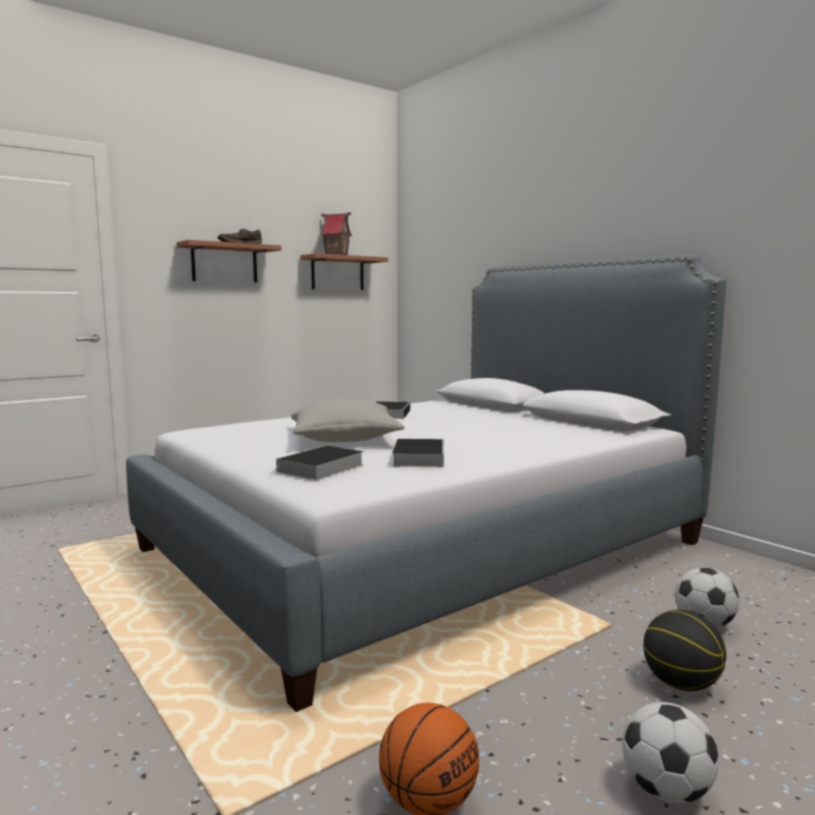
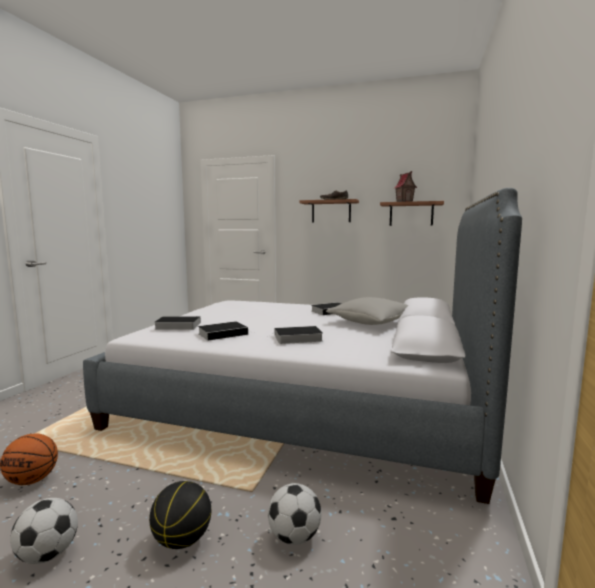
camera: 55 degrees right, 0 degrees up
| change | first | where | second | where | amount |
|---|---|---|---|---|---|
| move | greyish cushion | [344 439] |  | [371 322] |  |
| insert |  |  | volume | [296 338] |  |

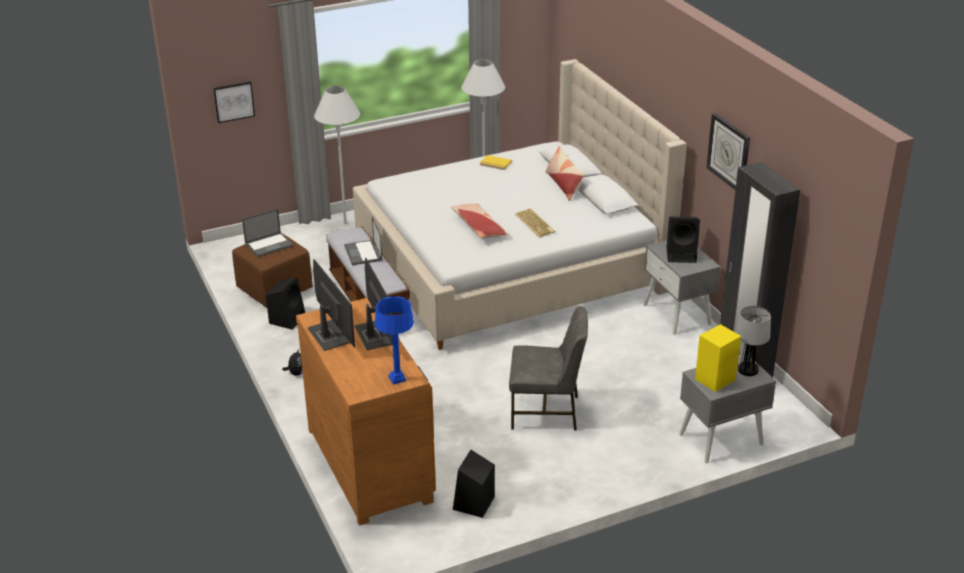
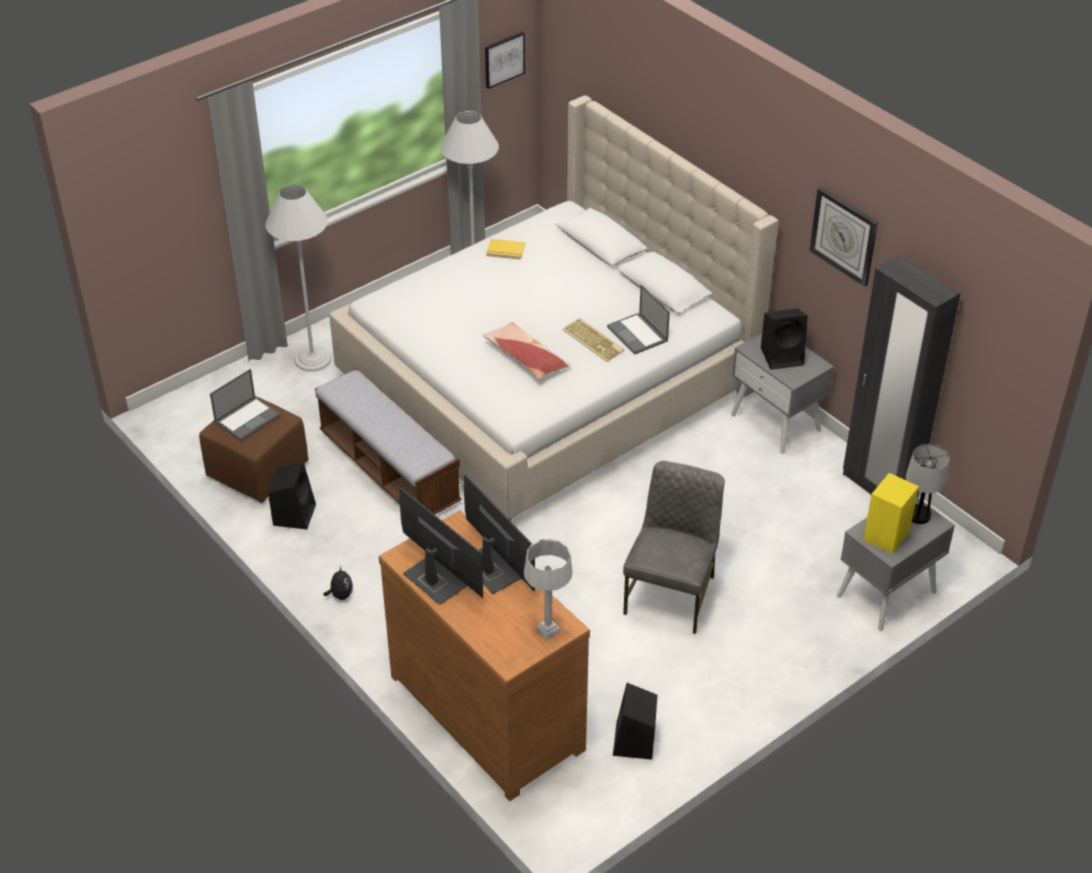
camera: 15 degrees left, 10 degrees up
| change | first | where | second | where | amount |
|---|---|---|---|---|---|
| move | picture | [233 101] |  | [503 59] |  |
| move | notebook computer | [363 253] |  | [638 334] |  |
| recolor | bluish table lamp | [397 378] | greyish table lamp | [548 629] |  |
| rotate | greyish chair | [546 412] |  | [672 594] | 60 degrees counterclockwise |
| delete | cushion | [564 185] |  |  |  |

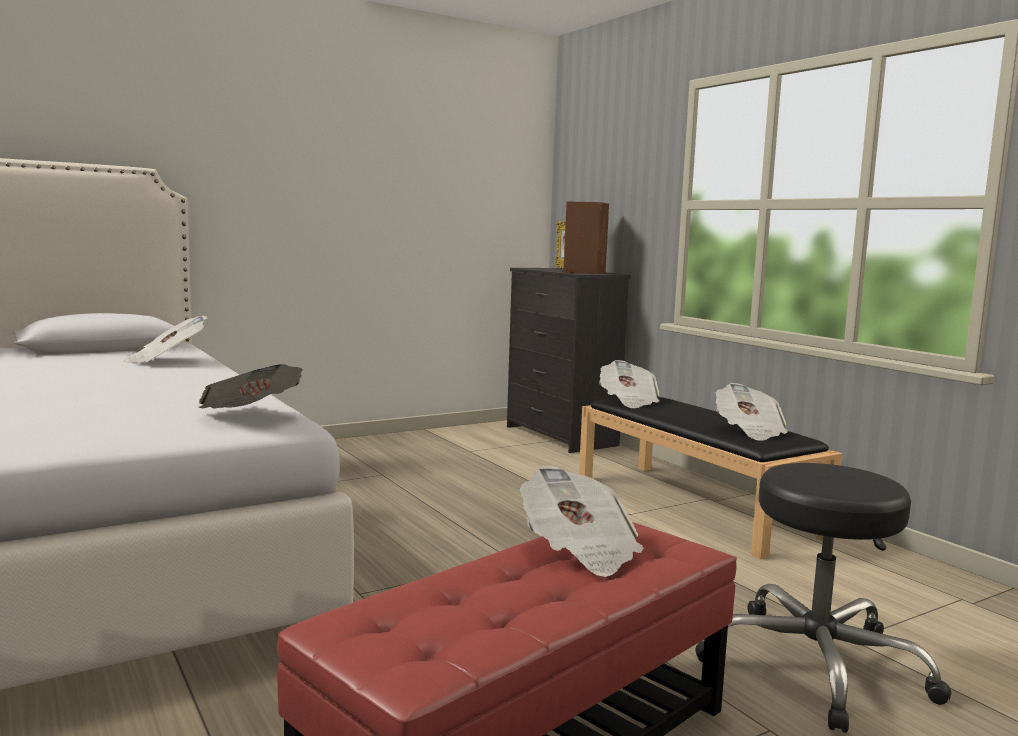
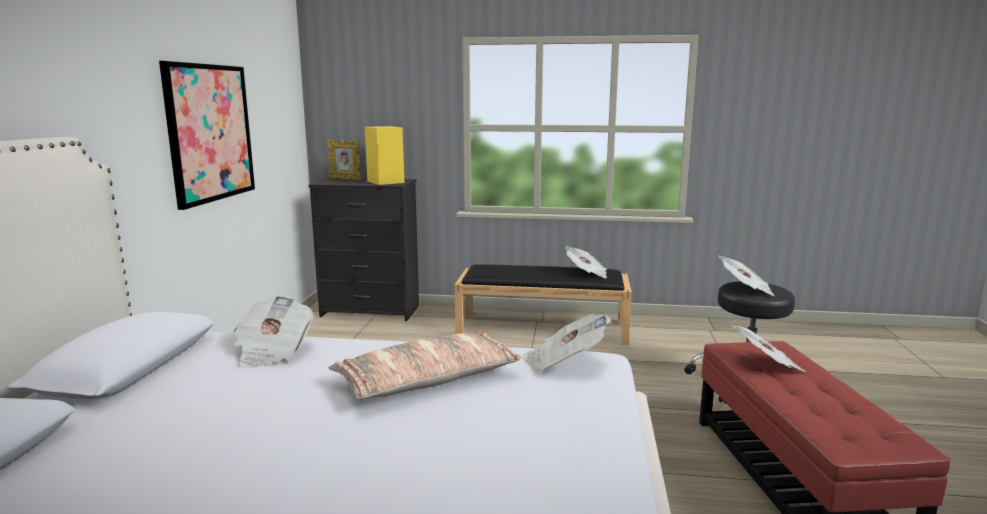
camera: 50 degrees left, 5 degrees up
| change | first | where | second | where | amount |
|---|---|---|---|---|---|
| recolor | brown loudspeaker | [585 272] | yellowish loudspeaker | [385 182] |  |
| move | newspaper | [628 401] |  | [745 290] |  |
| insert |  |  | picture | [210 133] |  |
| insert |  |  | cushion | [428 381] |  |

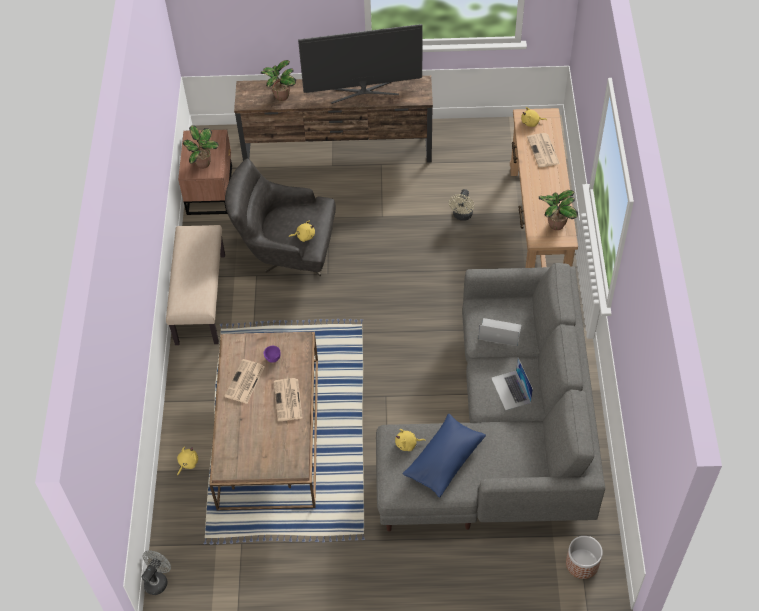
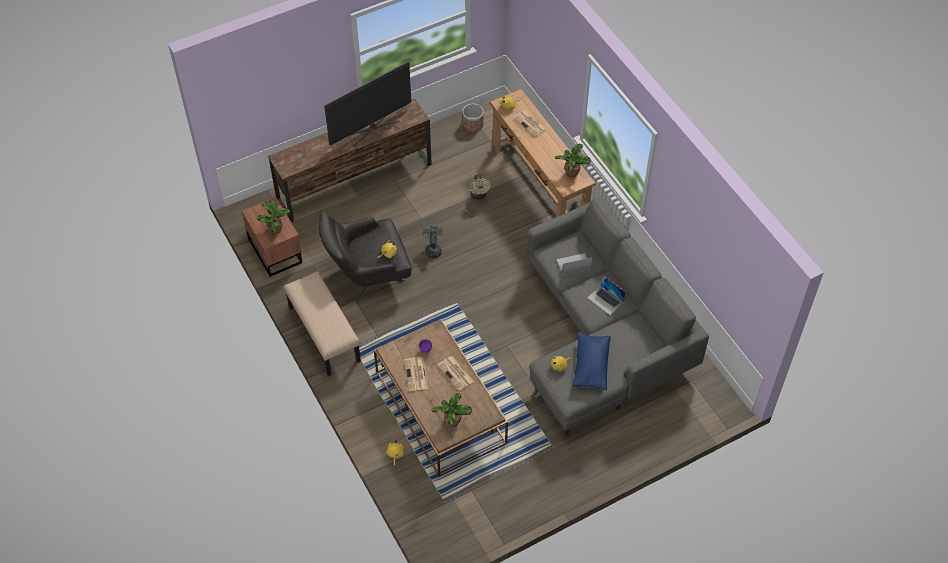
camera: 30 degrees left, 0 degrees up
| change | first | where | second | where | amount |
|---|---|---|---|---|---|
| move | greyish fan | [157 580] |  | [433 249] |  |
| move | houseplant | [280 96] |  | [452 422] |  |
| move | flower pot | [582 564] |  | [473 124] |  |

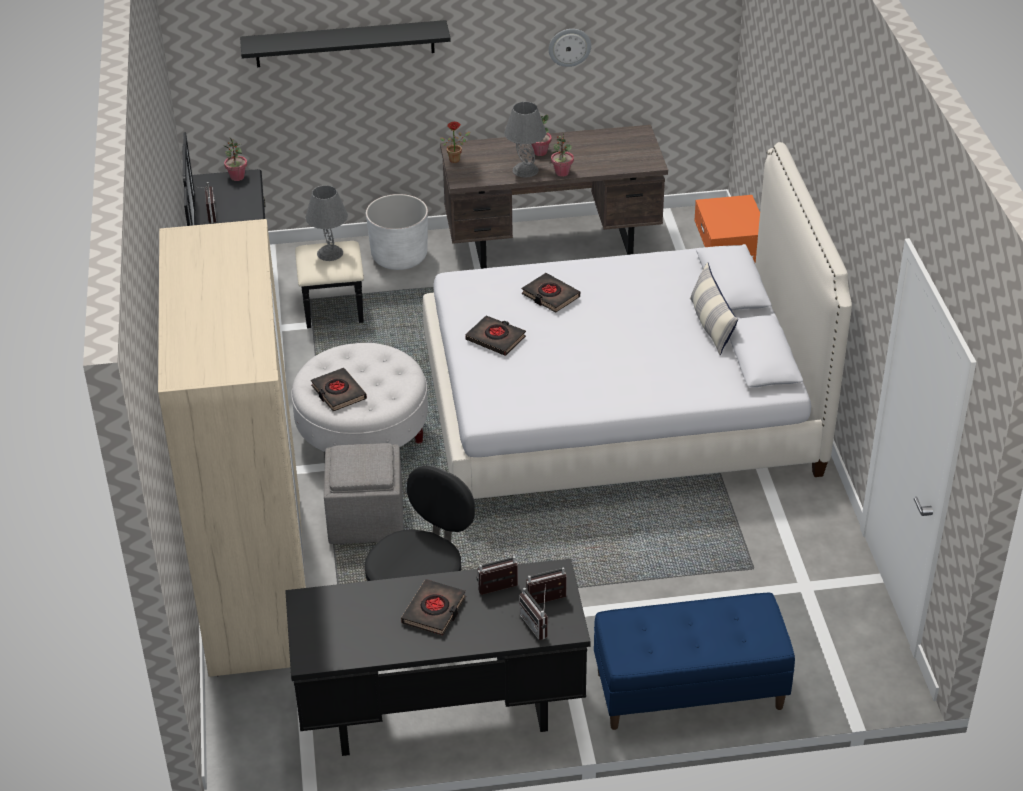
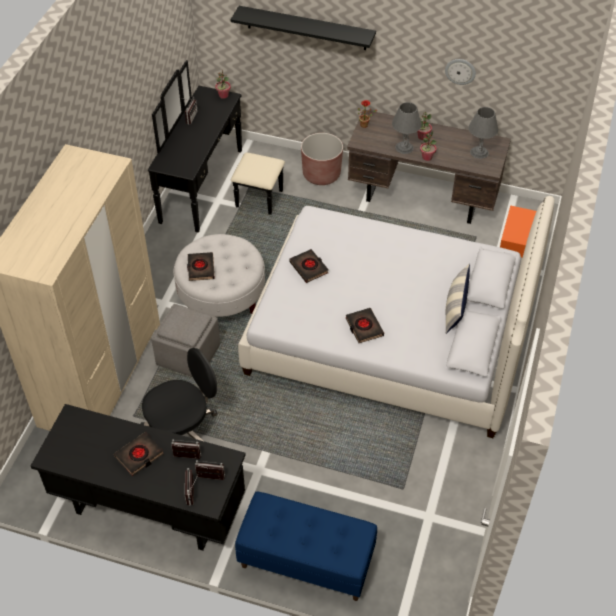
camera: 25 degrees right, 10 degrees up
| change | first | where | second | where | amount |
|---|---|---|---|---|---|
| move | greyish table lamp | [330 253] |  | [479 152] |  |
| recolor | white flower pot | [399 257] | brown flower pot | [321 174] |  |
| move | black volume | [550 296] |  | [364 327] |  |

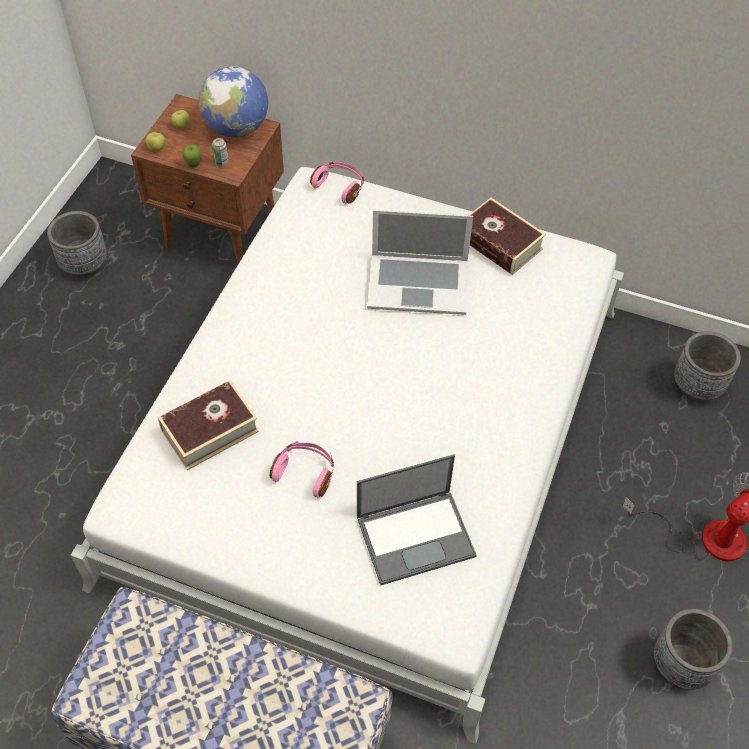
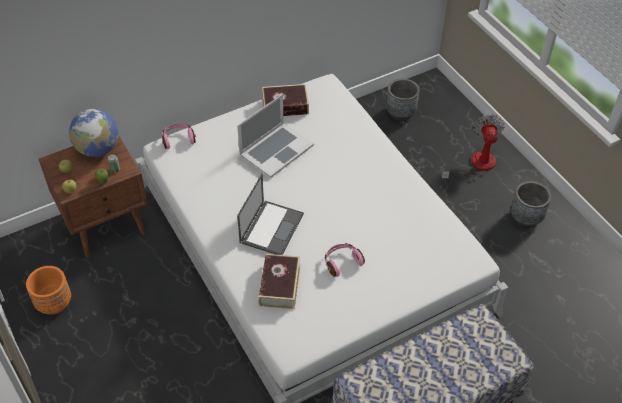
camera: 50 degrees left, 5 degrees down
| change | first | where | second | where | amount |
|---|---|---|---|---|---|
| recolor | greyish flower pot | [84 265] | orange flower pot | [54 303] |  |
| move | notebook computer | [416 535] |  | [271 227] |  |

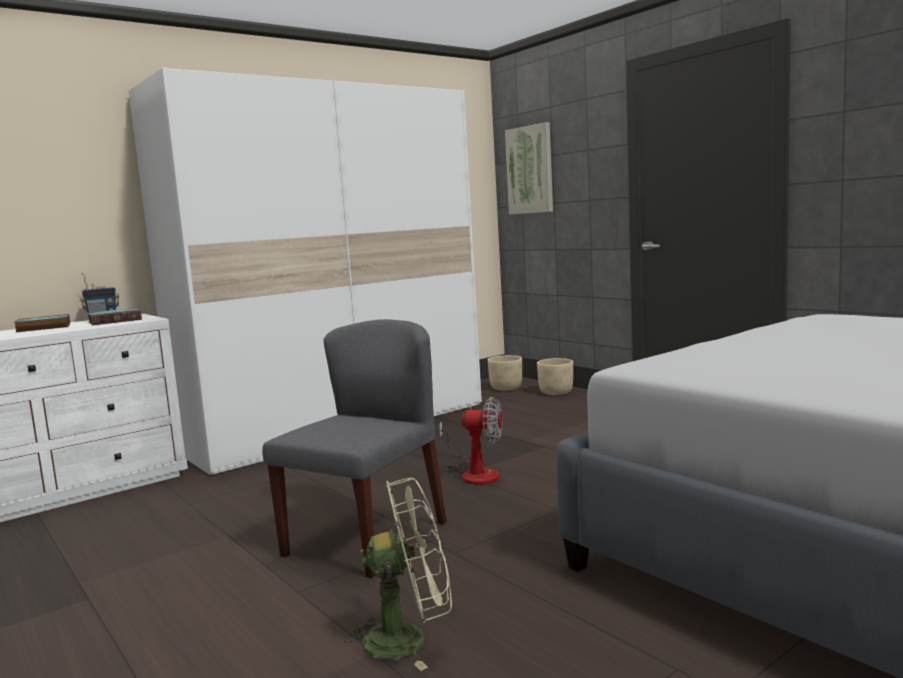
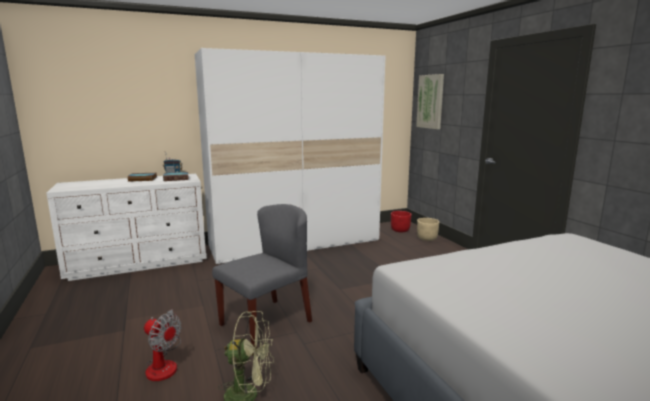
camera: 15 degrees right, 5 degrees up
| change | first | where | second | where | amount |
|---|---|---|---|---|---|
| move | fan | [474 474] |  | [164 364] |  |
| recolor | beige flower pot | [506 388] | red-coloured flower pot | [400 230] |  |

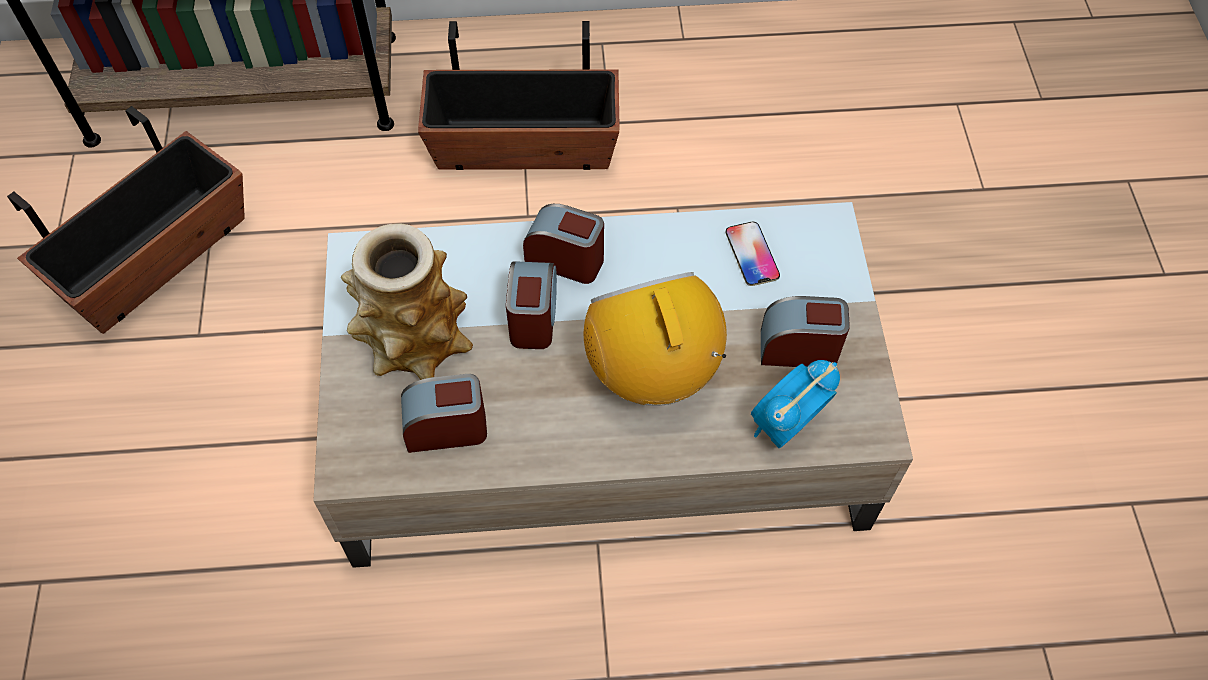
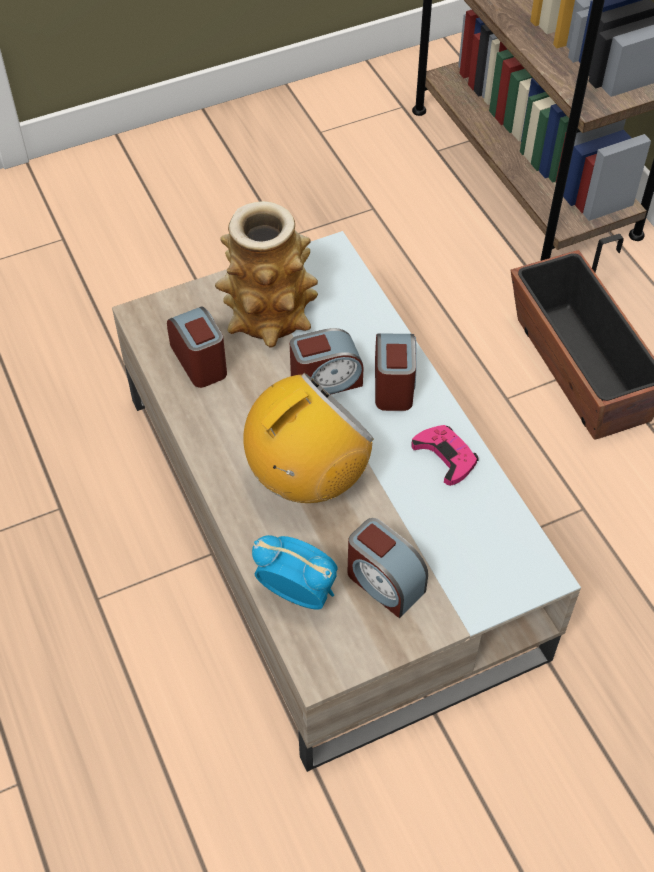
camera: 70 degrees right, 5 degrees down
| change | first | where | second | where | amount |
|---|---|---|---|---|---|
| delete | flower pot | [156 259] |  |  |  |
| delete | telephone | [752 254] |  |  |  |
| rotate | bedside clock | [798 348] |  | [384 582] | 150 degrees clockwise |
| insert |  |  | pink-coloured gamepad | [445 456] |  |

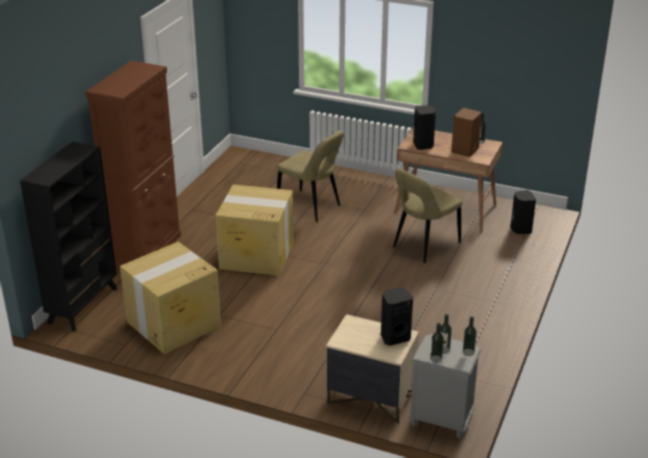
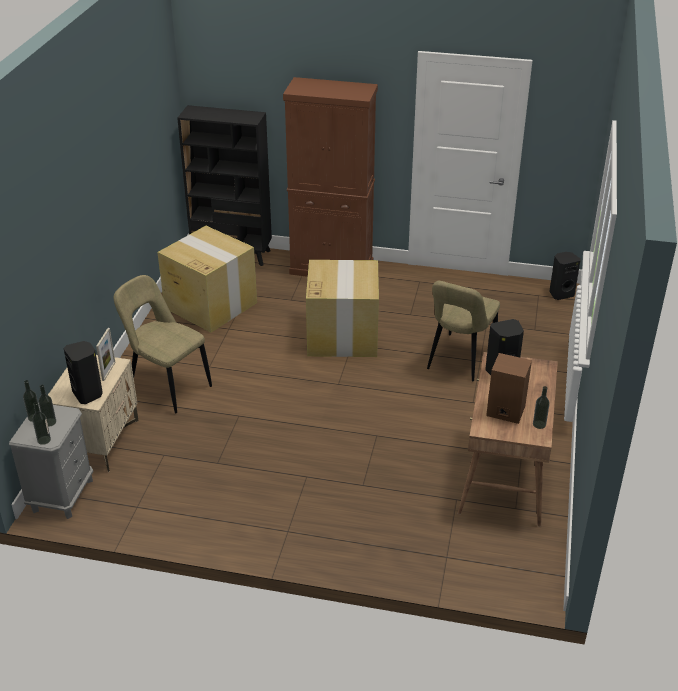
camera: 80 degrees right, 5 degrees up
| change | first | where | second | where | amount |
|---|---|---|---|---|---|
| move | beige chair | [424 246] |  | [167 386] |  |
| move | black loudspeaker | [520 229] |  | [561 294] |  |
| insert |  |  | picture frame | [109 371] |  |

